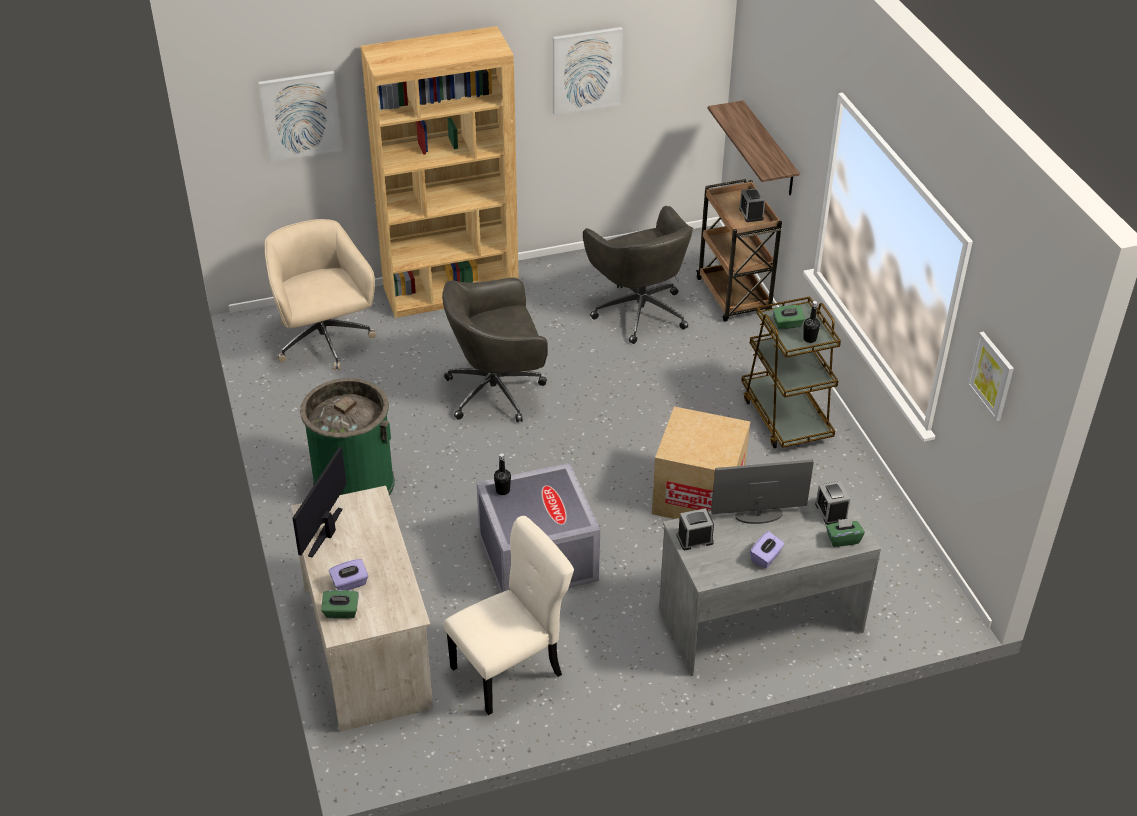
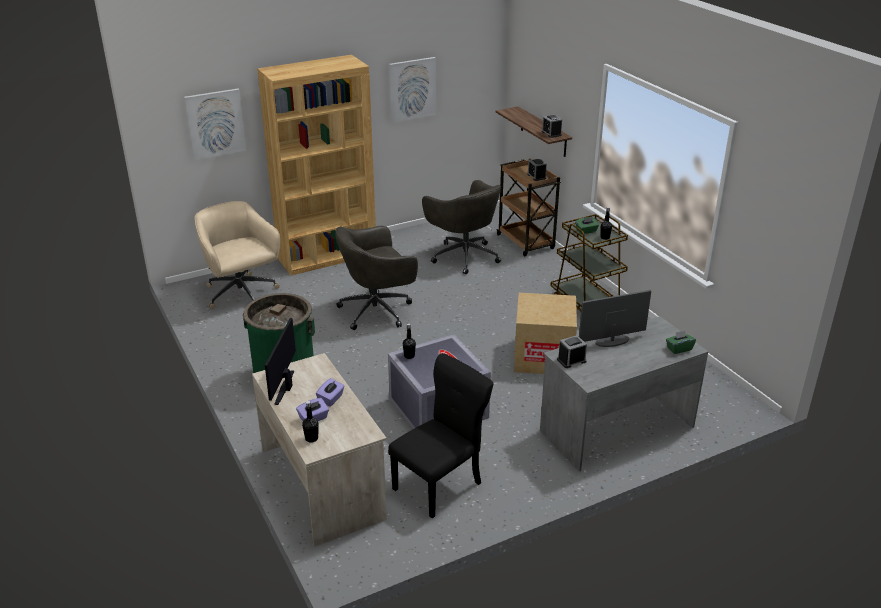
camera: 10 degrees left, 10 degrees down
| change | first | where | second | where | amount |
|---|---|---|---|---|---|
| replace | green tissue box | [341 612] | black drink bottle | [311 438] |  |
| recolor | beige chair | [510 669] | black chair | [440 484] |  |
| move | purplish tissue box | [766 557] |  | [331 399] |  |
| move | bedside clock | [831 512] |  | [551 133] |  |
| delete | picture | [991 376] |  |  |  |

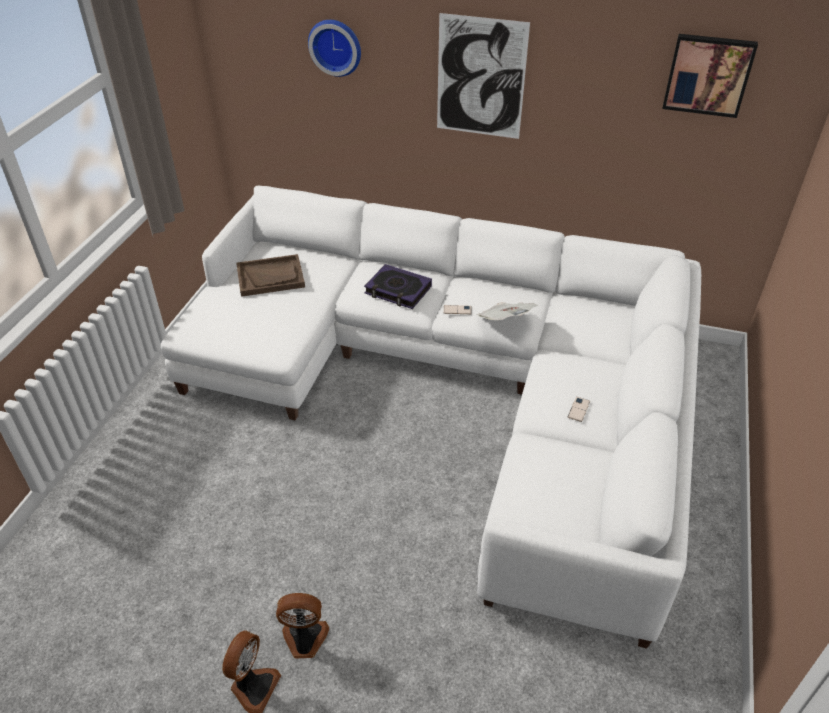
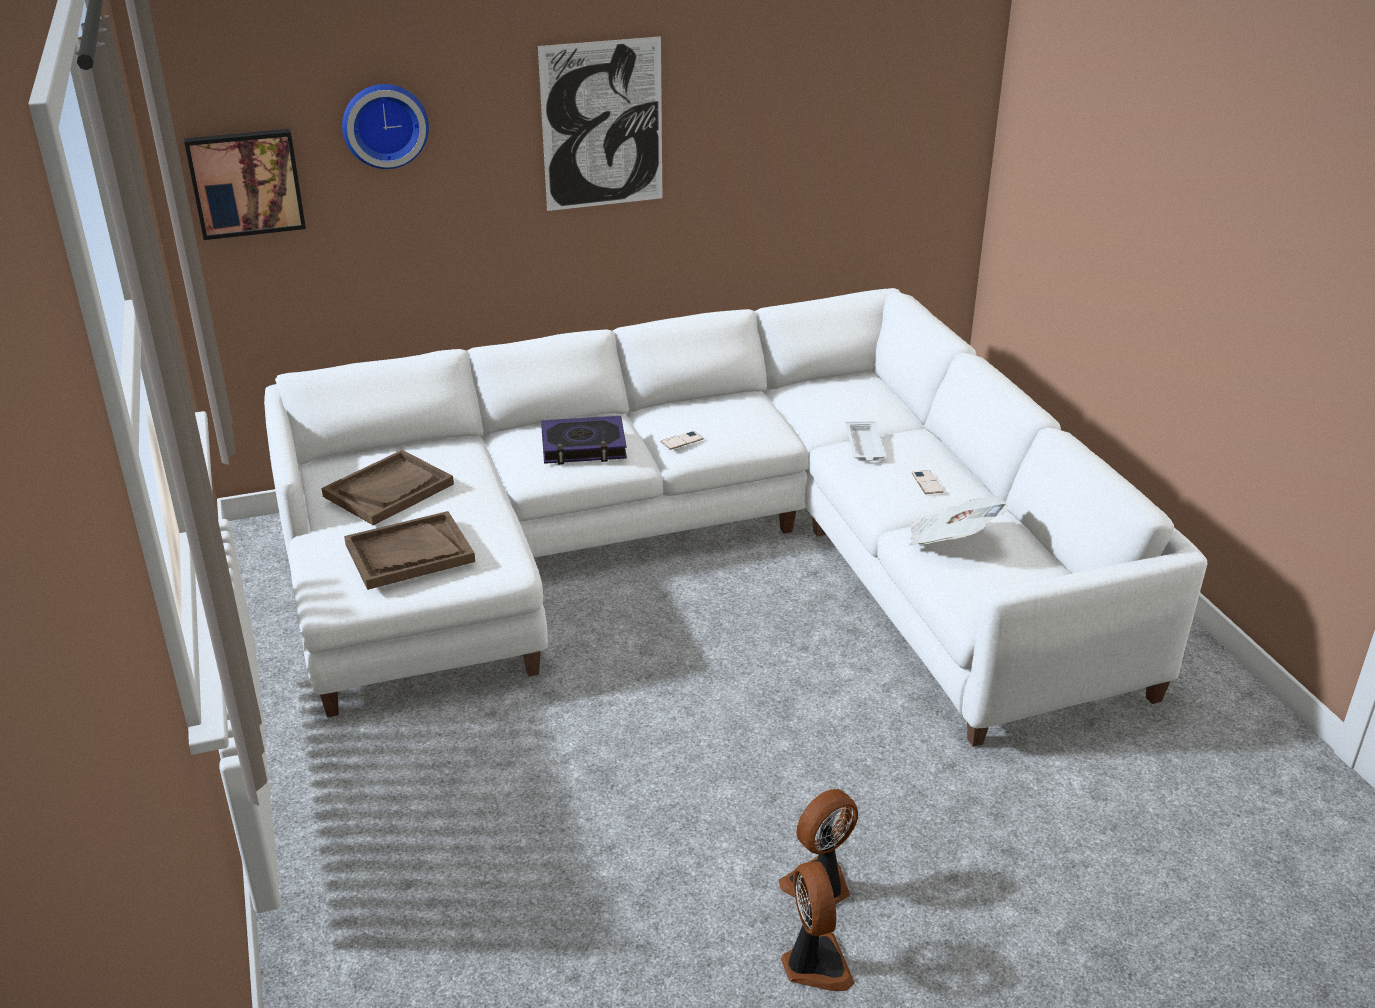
camera: 35 degrees left, 10 degrees down
| change | first | where | second | where | amount |
|---|---|---|---|---|---|
| move | newspaper | [505 322] |  | [951 541] |  |
| move | picture | [708 74] |  | [246 182] |  |
| insert |  |  | brown serving tray | [409 553] |  |
| insert |  |  | white serving tray | [864 446] |  |

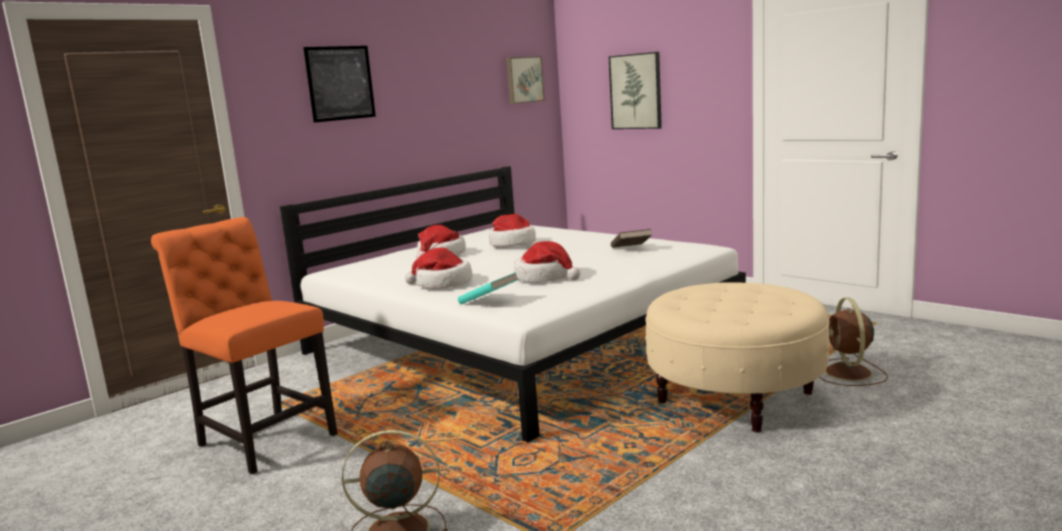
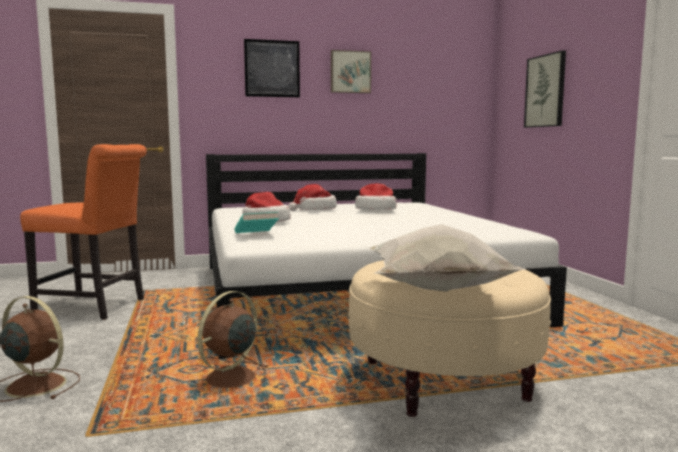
camera: 30 degrees right, 5 degrees down
| change | first | where | second | where | amount |
|---|---|---|---|---|---|
| rotate | orange chair | [263 438] |  | [95 307] | 120 degrees clockwise |
| move | picture | [524 79] |  | [350 72] |  |
| delete | wearable hat | [544 277] |  |  |  |
| delete | brown volume | [631 249] |  |  |  |
| move | brown fan | [849 373] |  | [228 379] |  |
| insert |  |  | white cushion | [435 290] |  |

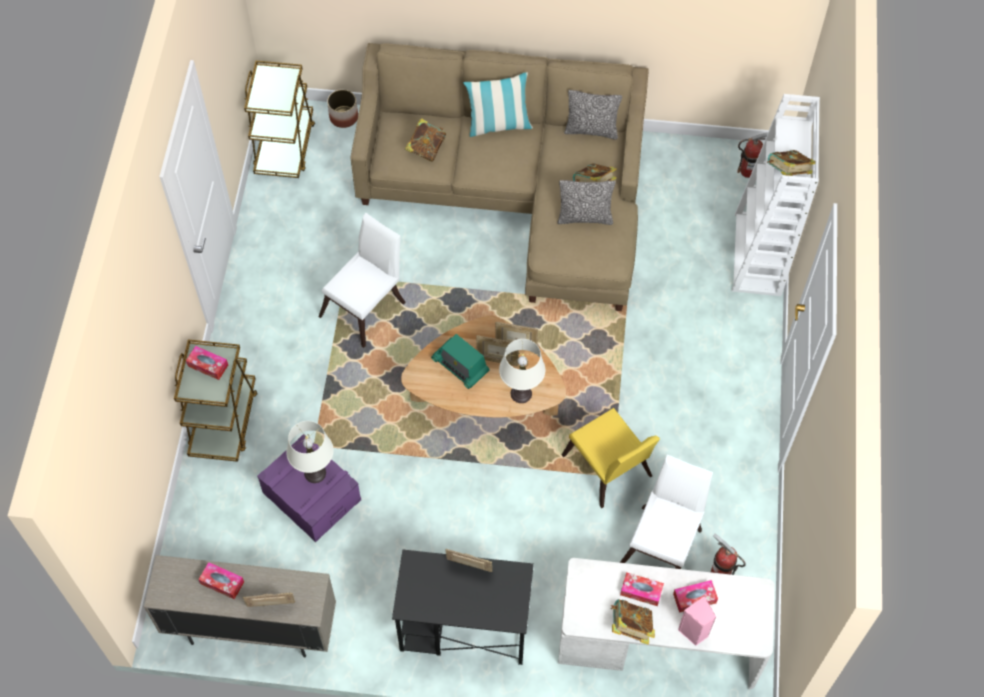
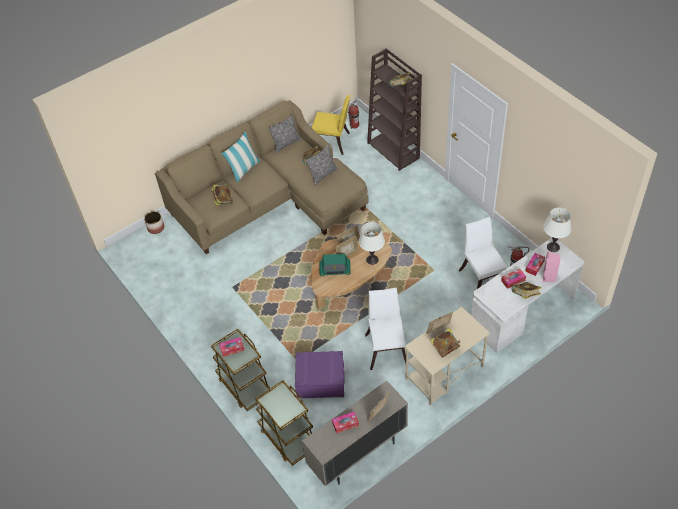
camera: 40 degrees left, 10 degrees down
| change | first | where | second | where | amount |
|---|---|---|---|---|---|
| move | brown wheeled cart | [285 147] |  | [288 437] |  |
| move | white table lamp | [315 473] |  | [553 247] |  |
| move | white chair | [367 306] |  | [386 347] |  |
| recolor | black desk unit | [463 627] | beige desk unit | [444 373] |  |
| move | yellowish chair | [609 471] |  | [332 143] |  |
| recolor | white shelving unit | [758 255] | brown shelving unit | [394 150] |  |
| insert |  |  | volume | [445 348] |  |

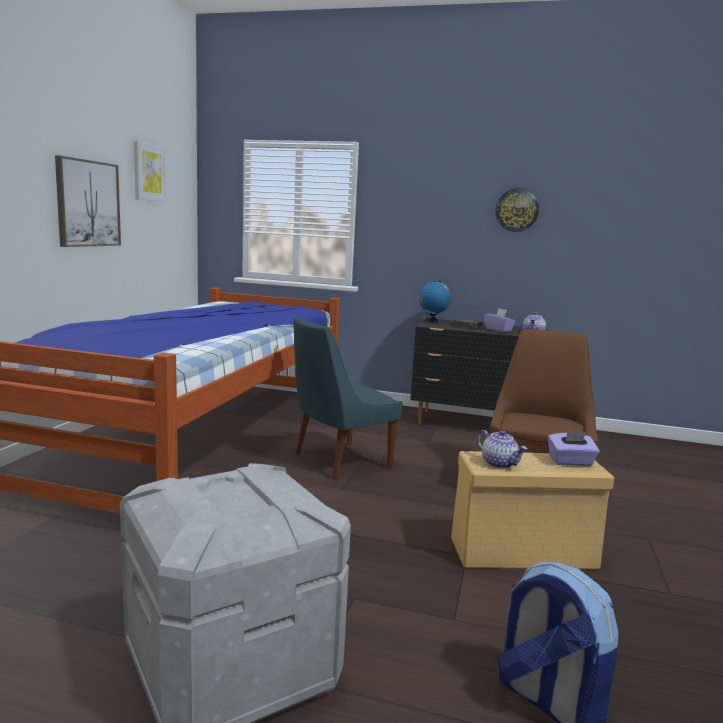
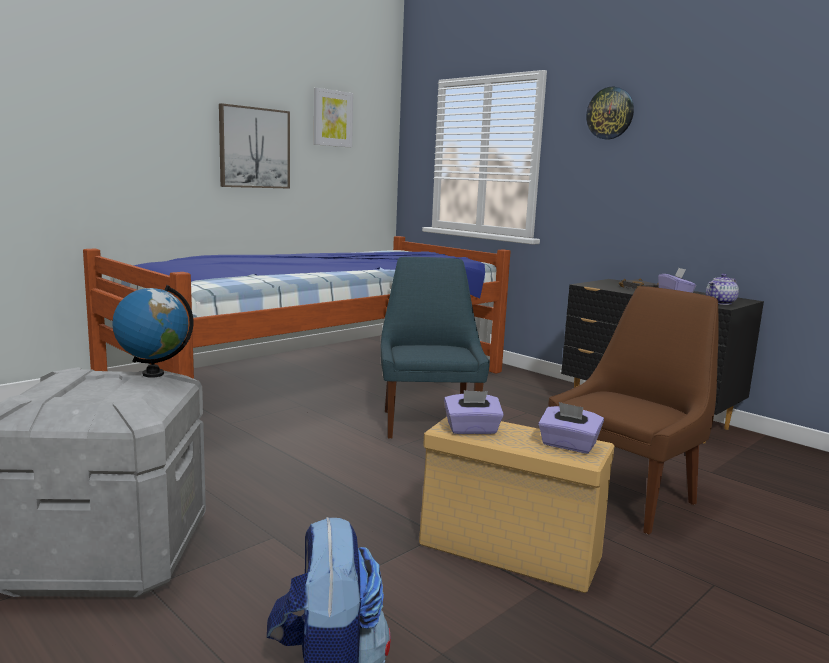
camera: 30 degrees right, 0 degrees up
| change | first | where | second | where | amount |
|---|---|---|---|---|---|
| rotate | bluish chair | [338 461] |  | [428 423] | 90 degrees clockwise |
| move | desk globe | [432 321] |  | [153 374] |  |
| replace | pot for tea | [499 464] | purplish tissue box | [472 430] |  |
| move | clock on the wall | [517 210] |  | [610 113] |  |

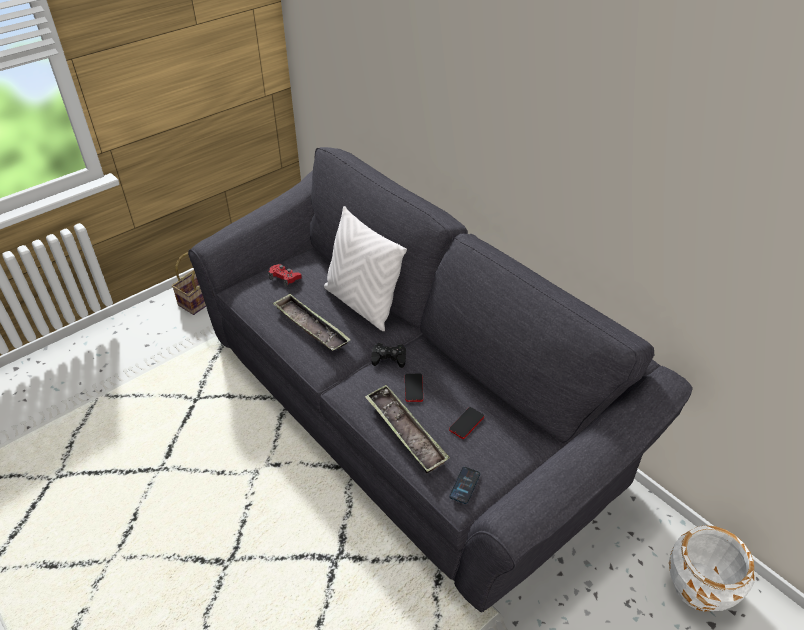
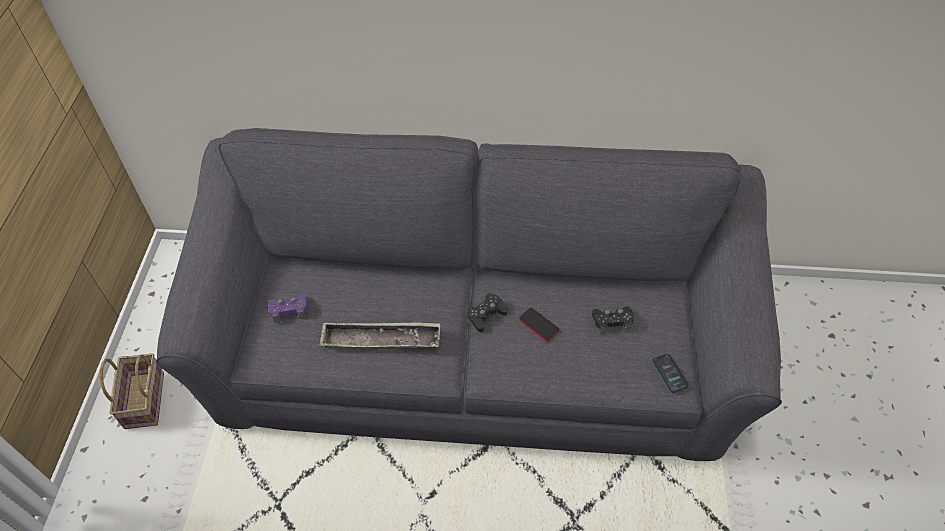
camera: 45 degrees left, 10 degrees up
| change | first | where | second | where | amount |
|---|---|---|---|---|---|
| recolor | red-coloured gamepad | [285 277] | purplish gamepad | [289 310] |  |
| delete | white cushion | [362 304] |  |  |  |
| delete | serving tray | [405 432] |  |  |  |
| replace | telephone | [466 423] | black gamepad | [612 321] |  |
| delete | white flower pot | [699 587] |  |  |  |

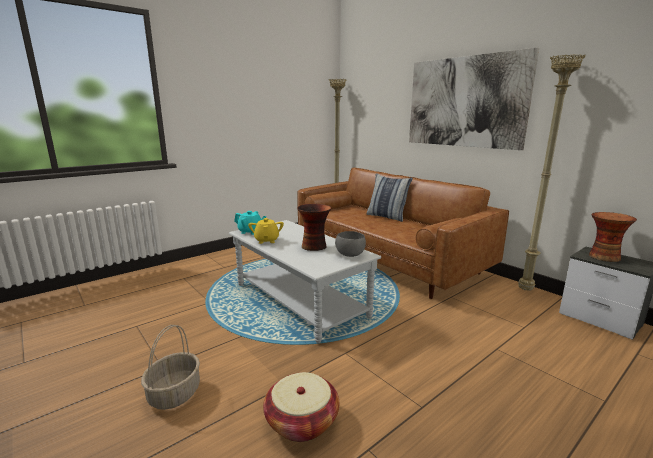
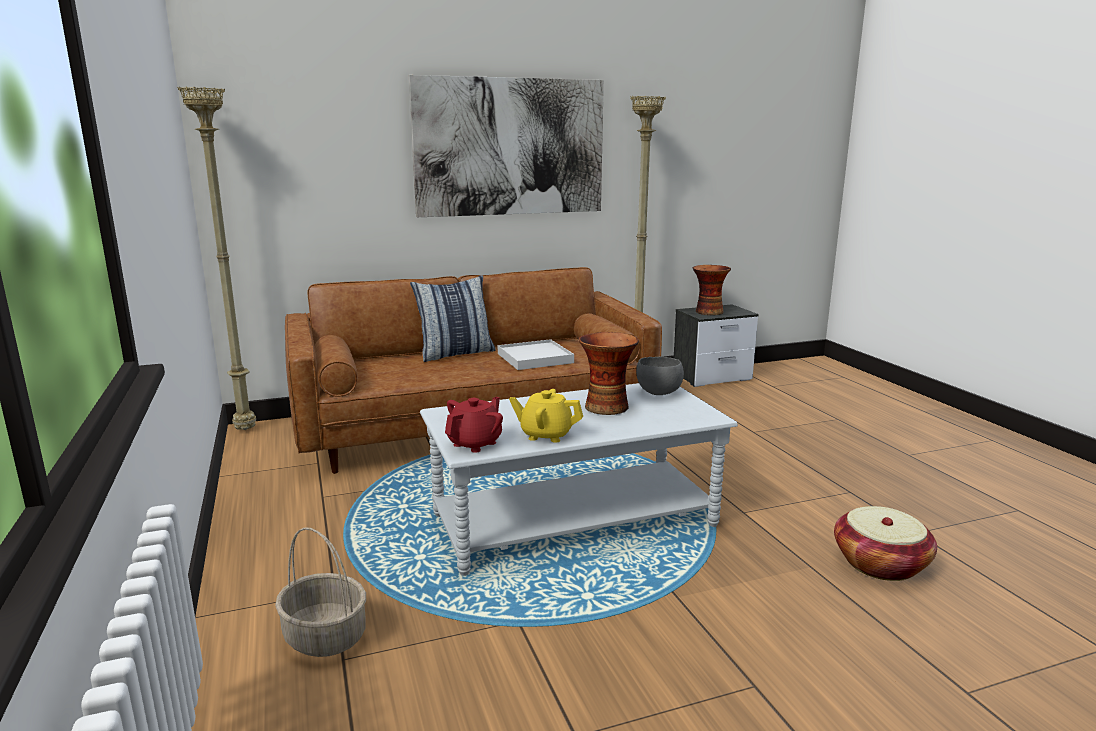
camera: 70 degrees left, 0 degrees up
| change | first | where | second | where | amount |
|---|---|---|---|---|---|
| move | storage basket | [174 393] |  | [324 637] |  |
| recolor | blue-green pot for tea | [250 232] | red-coloured pot for tea | [475 443] |  |
| insert |  |  | white serving tray | [535 358] |  |

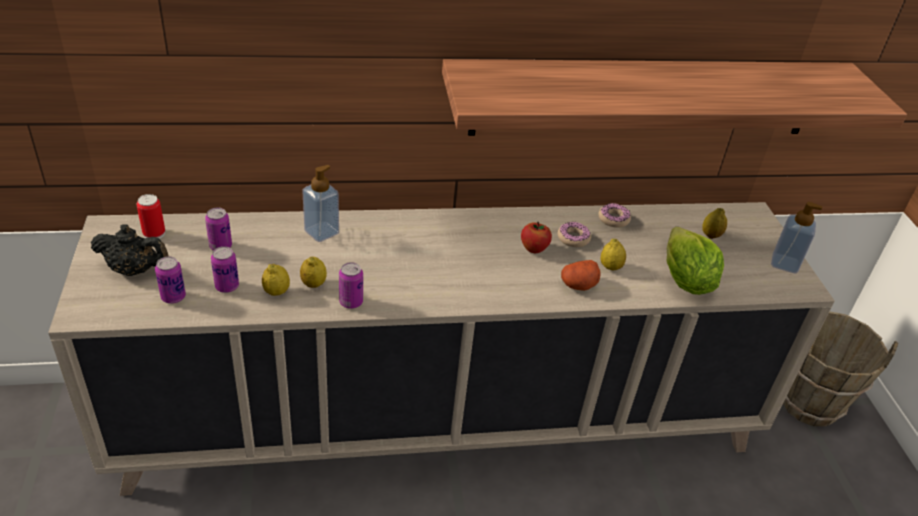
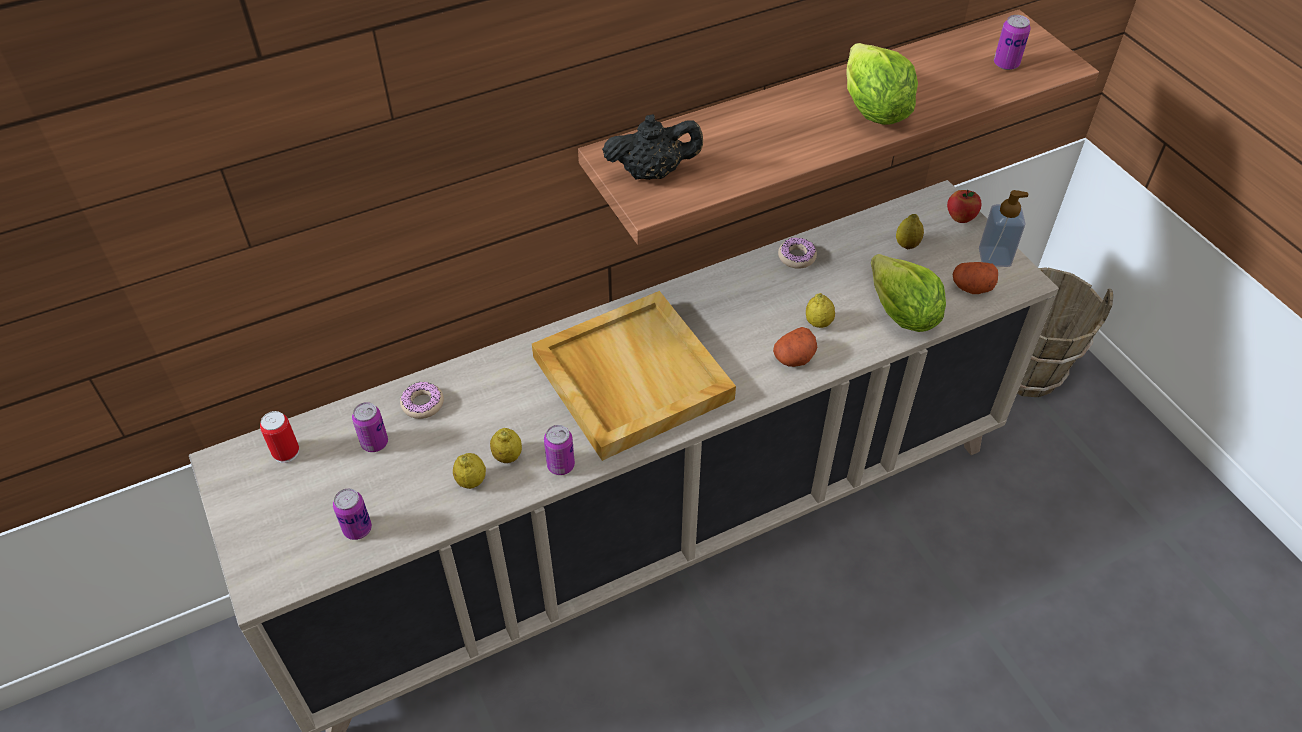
camera: 15 degrees left, 10 degrees up
| change | first | where | second | where | amount |
|---|---|---|---|---|---|
| move | black pot for tea | [135 270] |  | [652 173] |  |
| move | metal can | [227 286] |  | [1006 64] |  |
| delete | soap dispenser | [321 232] |  |  |  |
| move | whole apple | [534 249] |  | [960 218] |  |
| move | doughnut | [573 238] |  | [422 404] |  |
| insert |  |  | beige serving tray | [630 377] |  |
| insert |  |  | head of lettuce | [873 111] |  |
| insert |  |  | spud | [971 287] |  |

